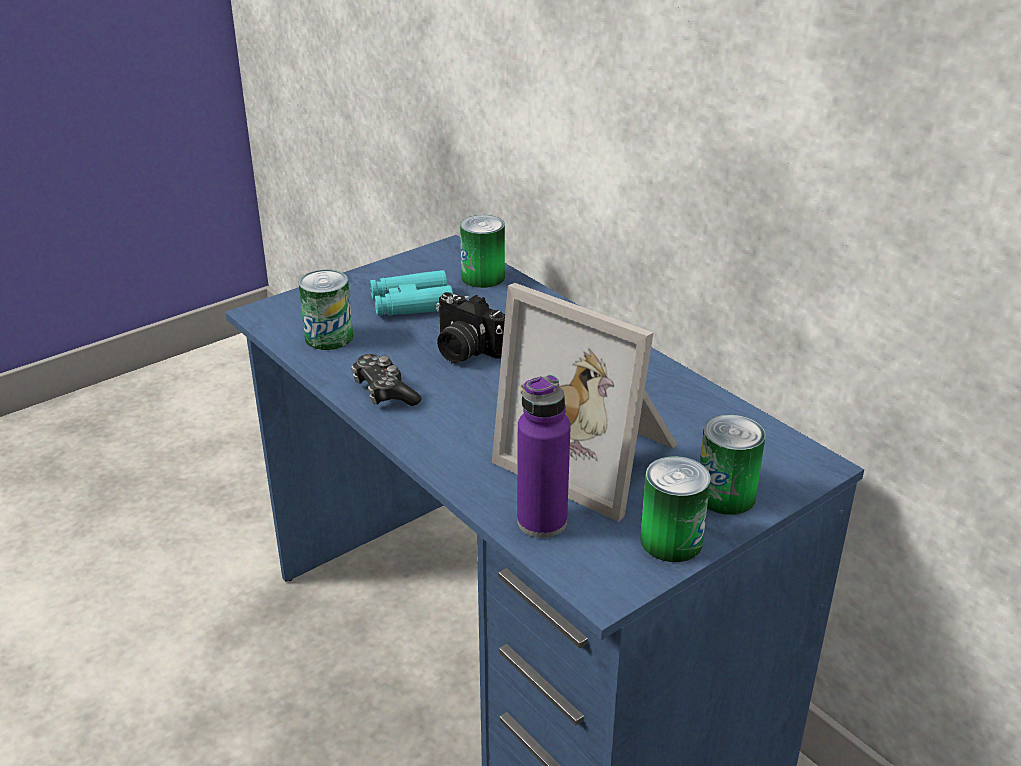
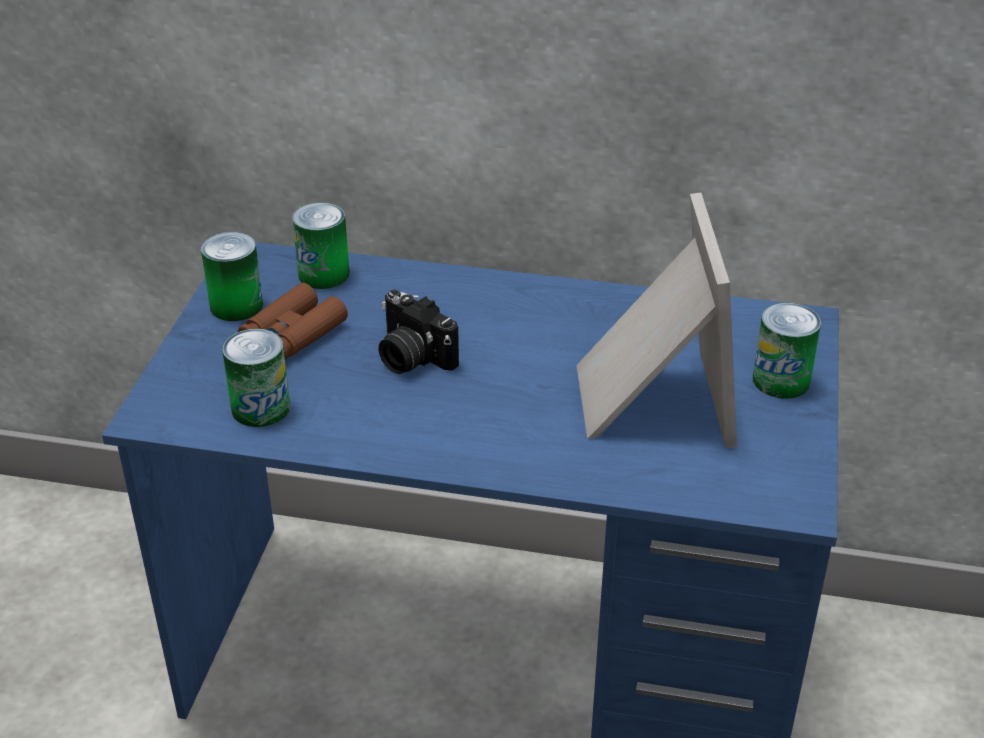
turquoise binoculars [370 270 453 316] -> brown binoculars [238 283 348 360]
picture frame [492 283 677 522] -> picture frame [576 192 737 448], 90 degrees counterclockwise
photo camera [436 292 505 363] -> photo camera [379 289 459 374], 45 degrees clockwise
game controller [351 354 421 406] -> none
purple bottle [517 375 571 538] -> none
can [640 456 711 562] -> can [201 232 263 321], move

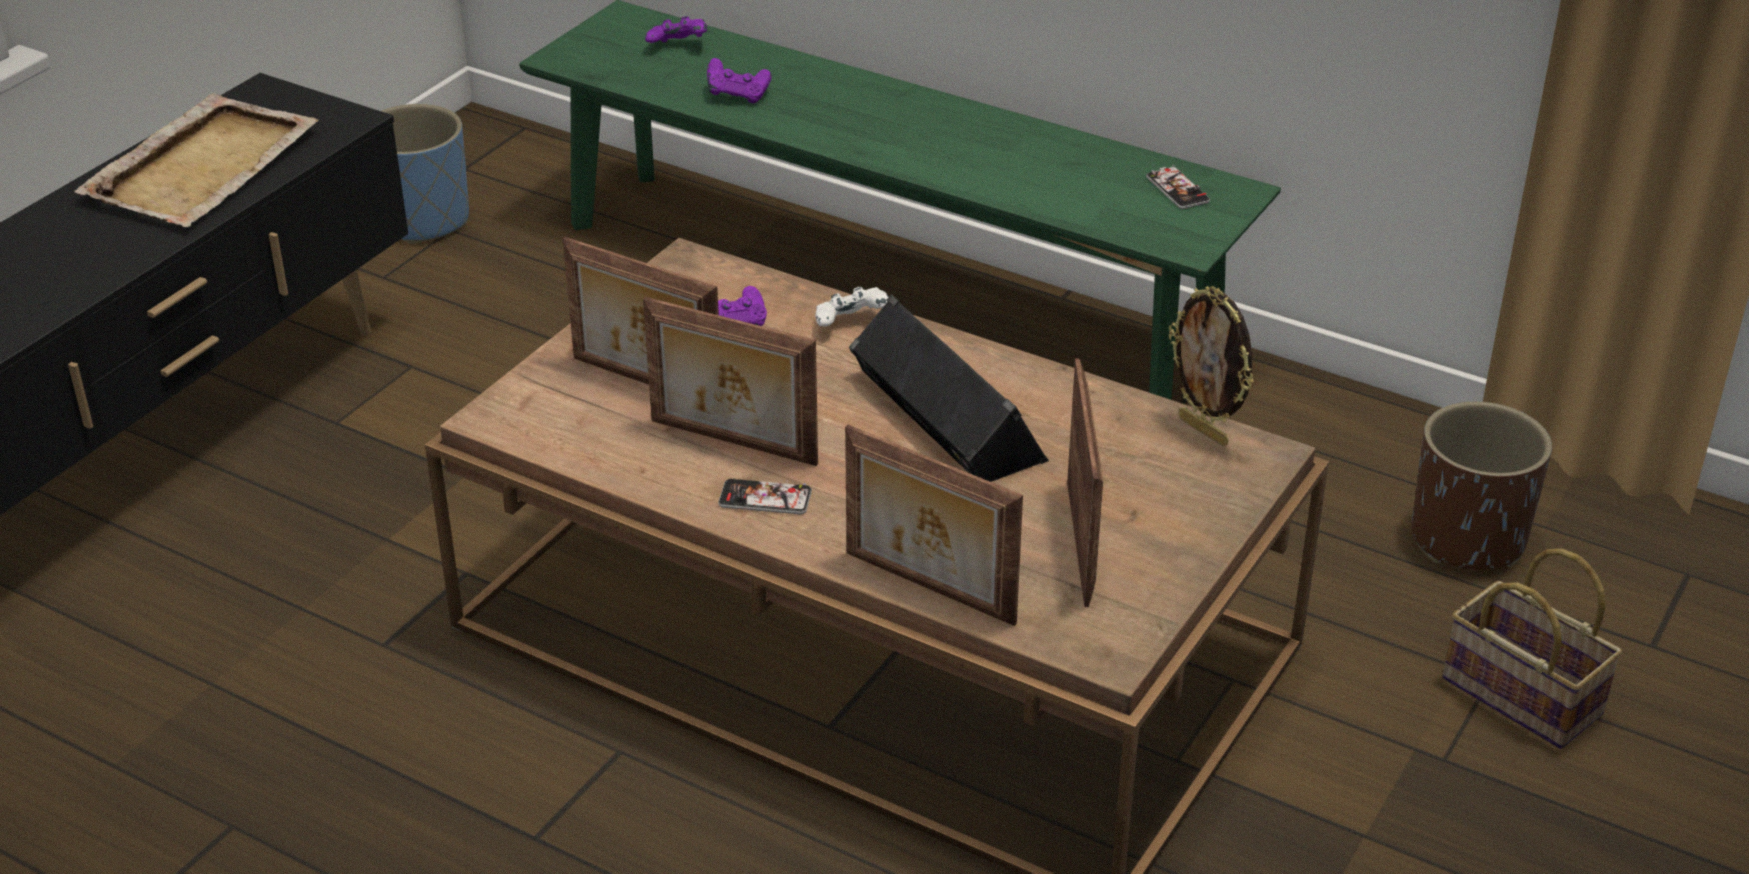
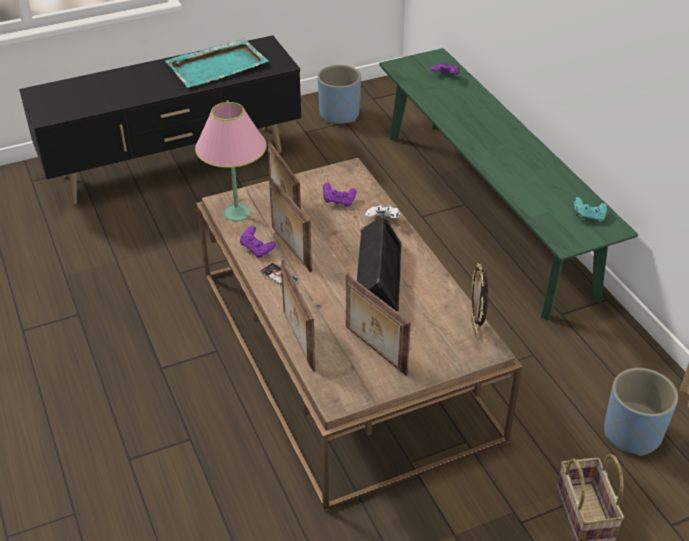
purple game controller [707 58 772 103] -> purple game controller [240 226 276 258], move
beige tray [74 93 318 227] -> turquoise tray [166 38 269 88]
phone [1146 165 1210 209] -> turquoise game controller [574 197 607 222]
picture frame [1067 359 1103 607] -> picture frame [346 274 411 376], 105 degrees clockwise
brown planter [1412 401 1552 570] -> blue planter [604 368 678 456]
none -> pink table lamp [195 102 267 221]

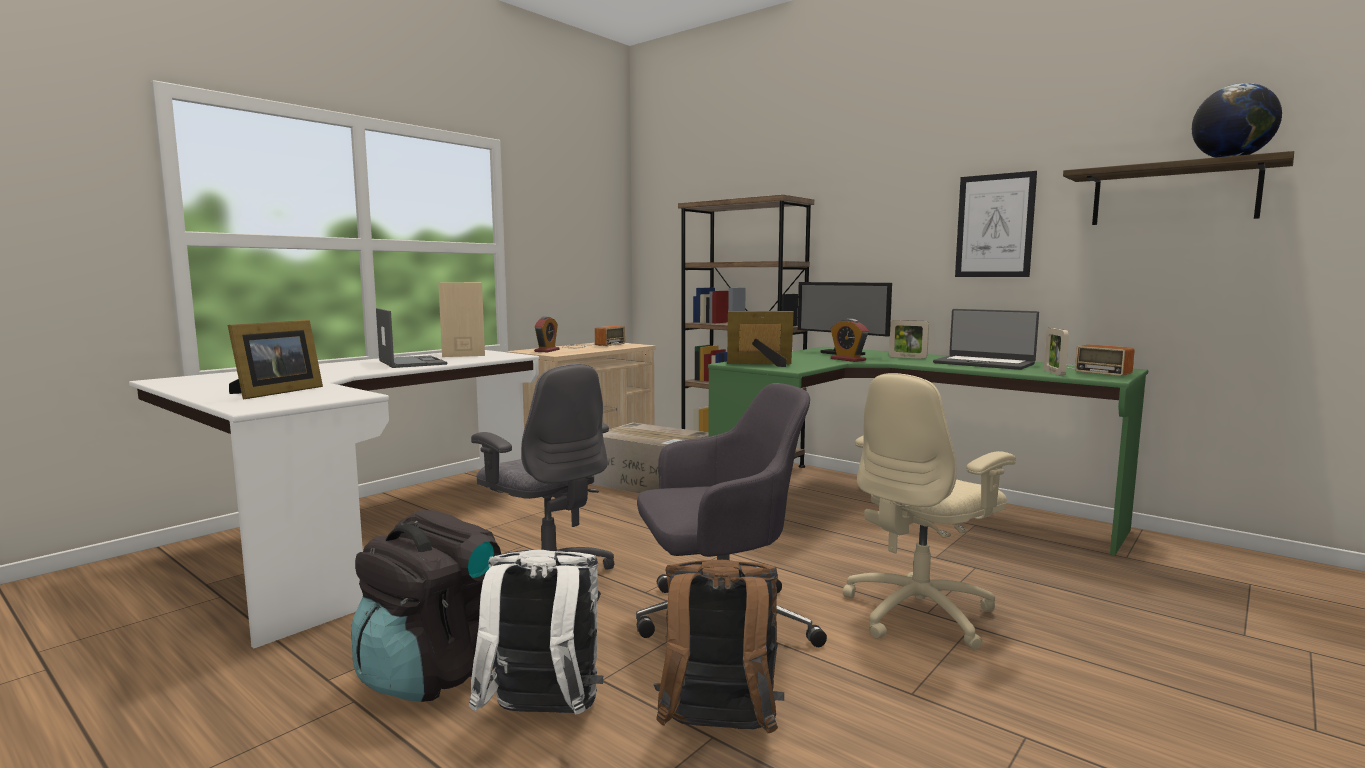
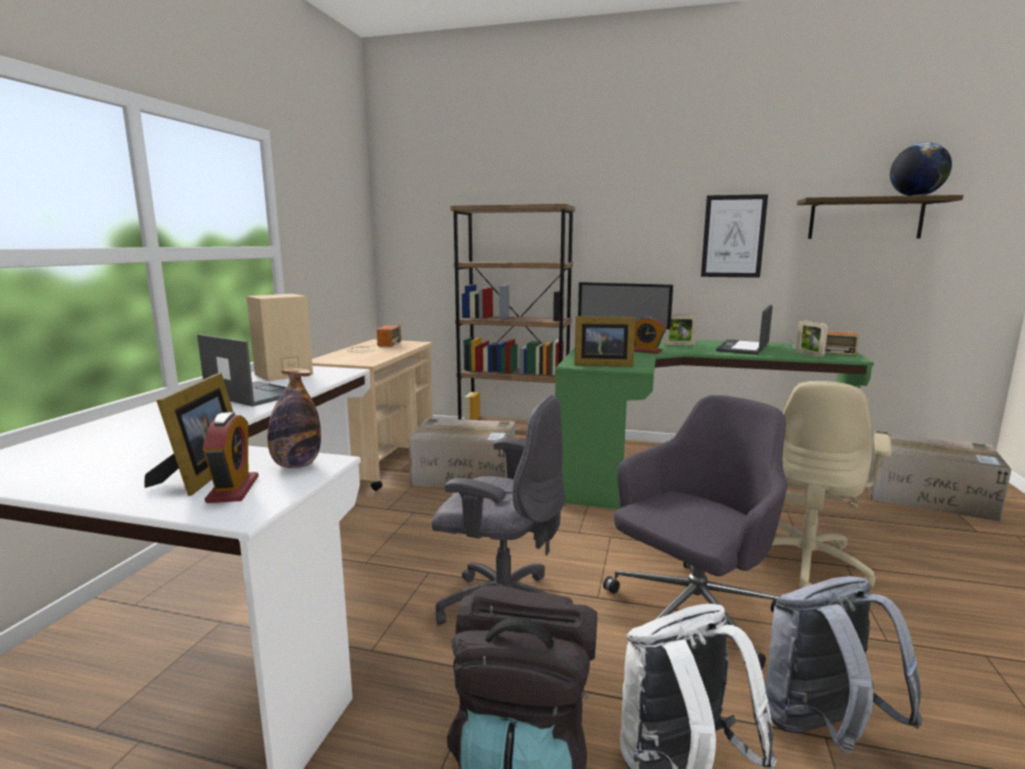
laptop [933 309 1039 370] -> laptop [716 305 773 355], 105 degrees clockwise
picture frame [727 311 794 367] -> picture frame [574 316 635 367], 150 degrees counterclockwise
alarm clock [534 316 559 352] -> alarm clock [202 412 259 503], move
brown backpack [653 560 784 733] -> grey backpack [765 576 923 754]
none -> bottle [267 368 321 468]
none -> cardboard box [867 430 1012 522]

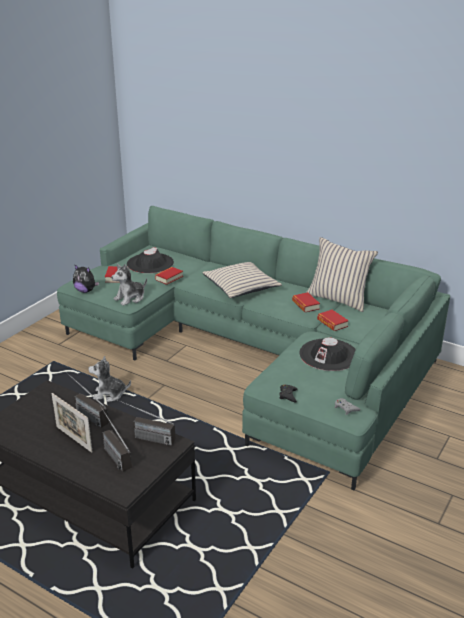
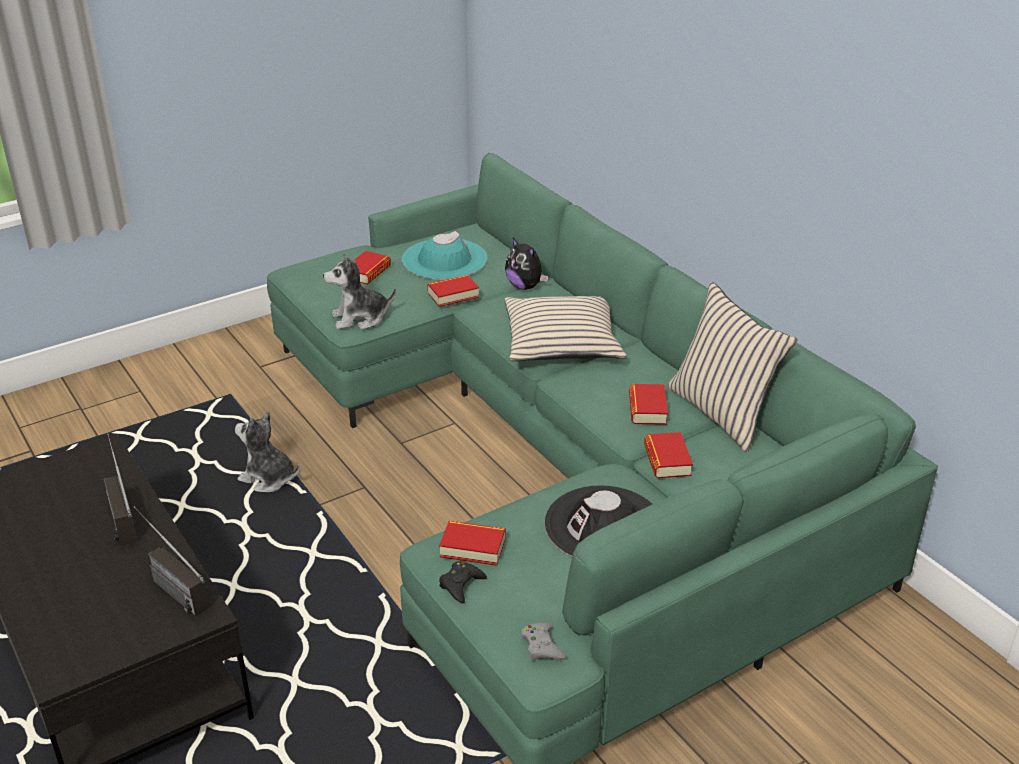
black hat [127 247 174 273] -> turquoise hat [402 231 488 280]
plush toy [73 264 99 293] -> plush toy [505 238 548 290], move
picture frame [51 393 92 453] -> none
radio [101 407 132 472] -> none
none -> book [439 521 506 566]

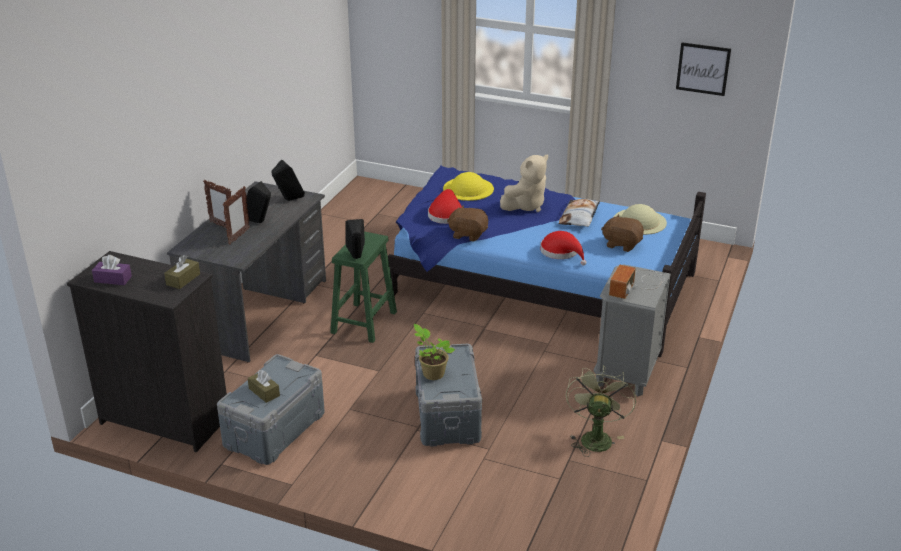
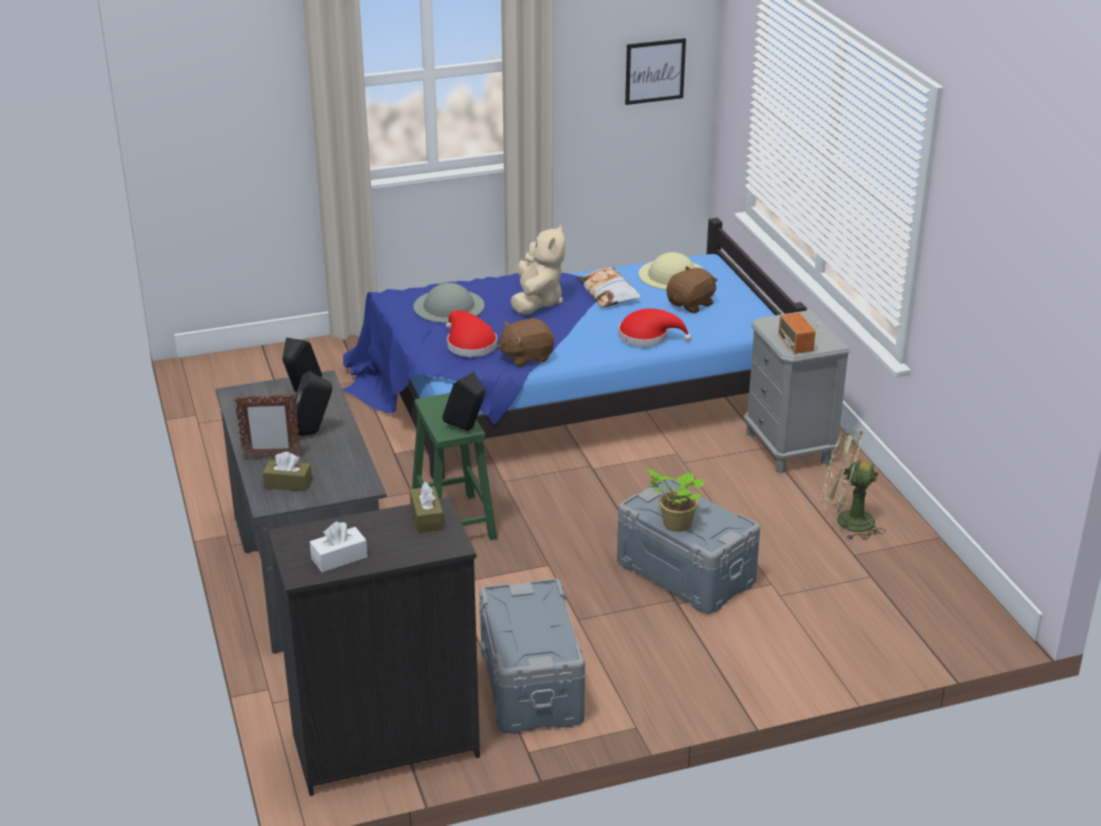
yellow hat [443 172 494 201] -> grey hat [413 283 485 323]
picture frame [223 186 250 245] -> none
brown plush toy [601 214 644 252] -> brown plush toy [667 266 718 313], 150 degrees clockwise
purple tissue box [92 255 132 285] -> white tissue box [310 521 368 572]
green fan [566 366 636 457] -> green fan [821 426 886 540], 45 degrees counterclockwise
brown tissue box [248 370 280 403] -> brown tissue box [263 452 312 492], move

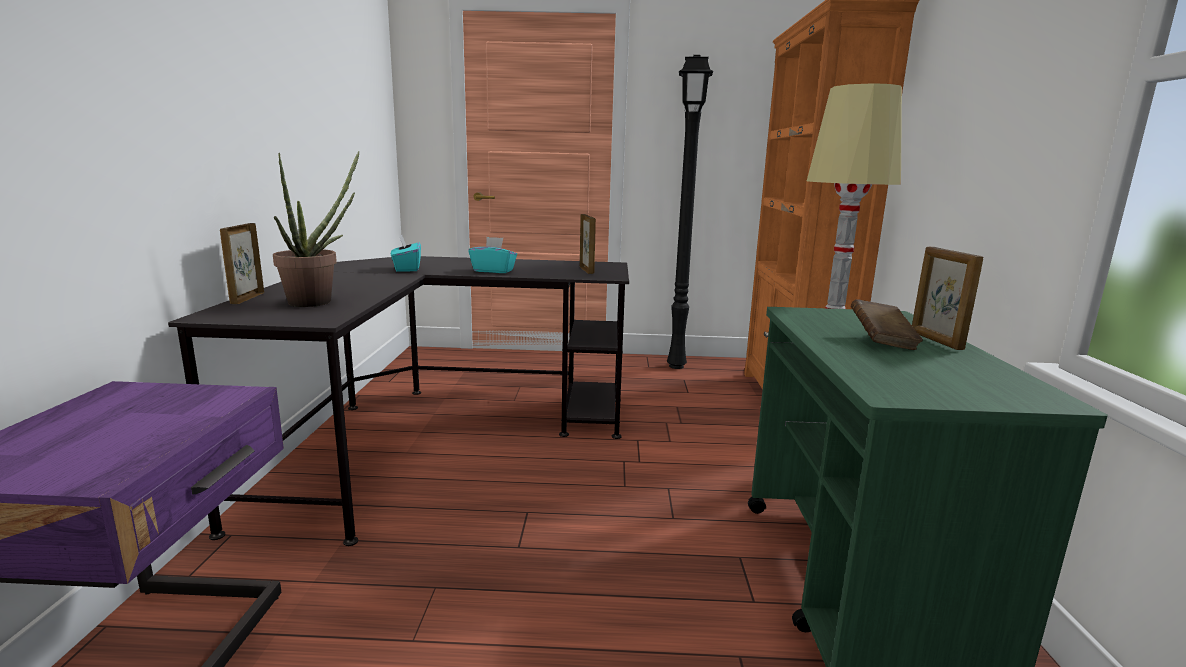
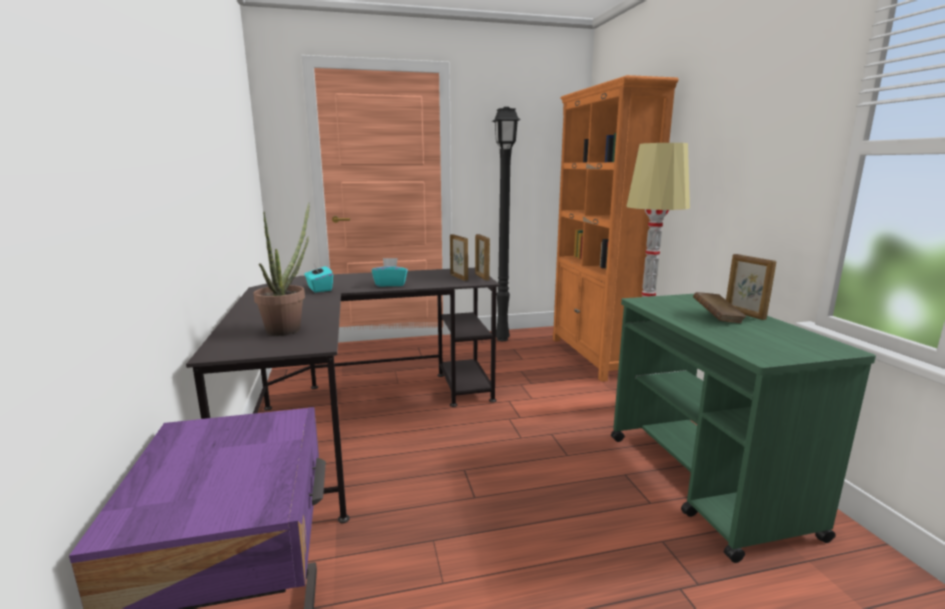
picture frame [220 223 264 304] -> picture frame [475 234 490 281], move

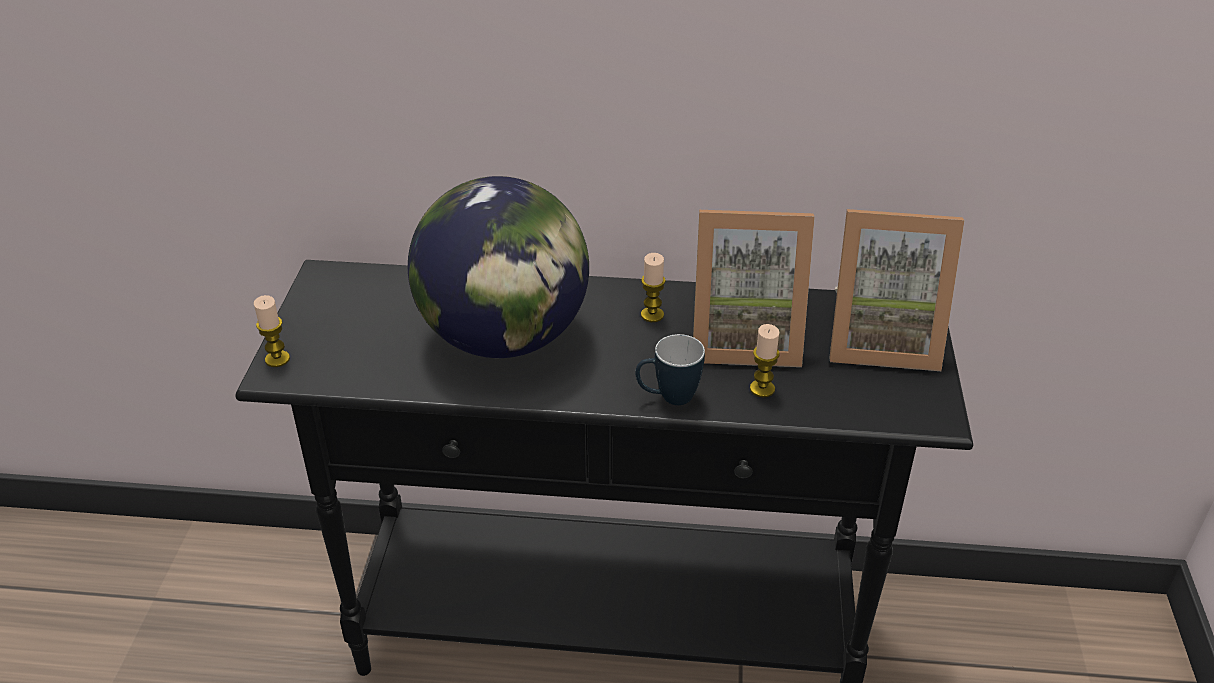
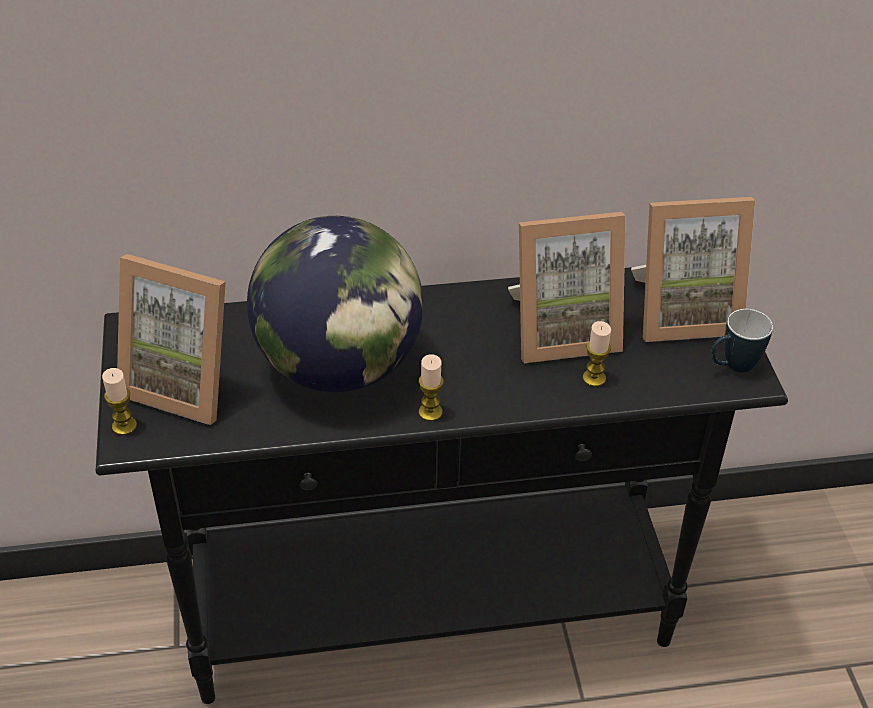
candle [641 253 666 322] -> candle [419 354 444 421], move
mug [635 334 705 405] -> mug [711 309 773 373], move
none -> picture frame [117 254 226 425]

